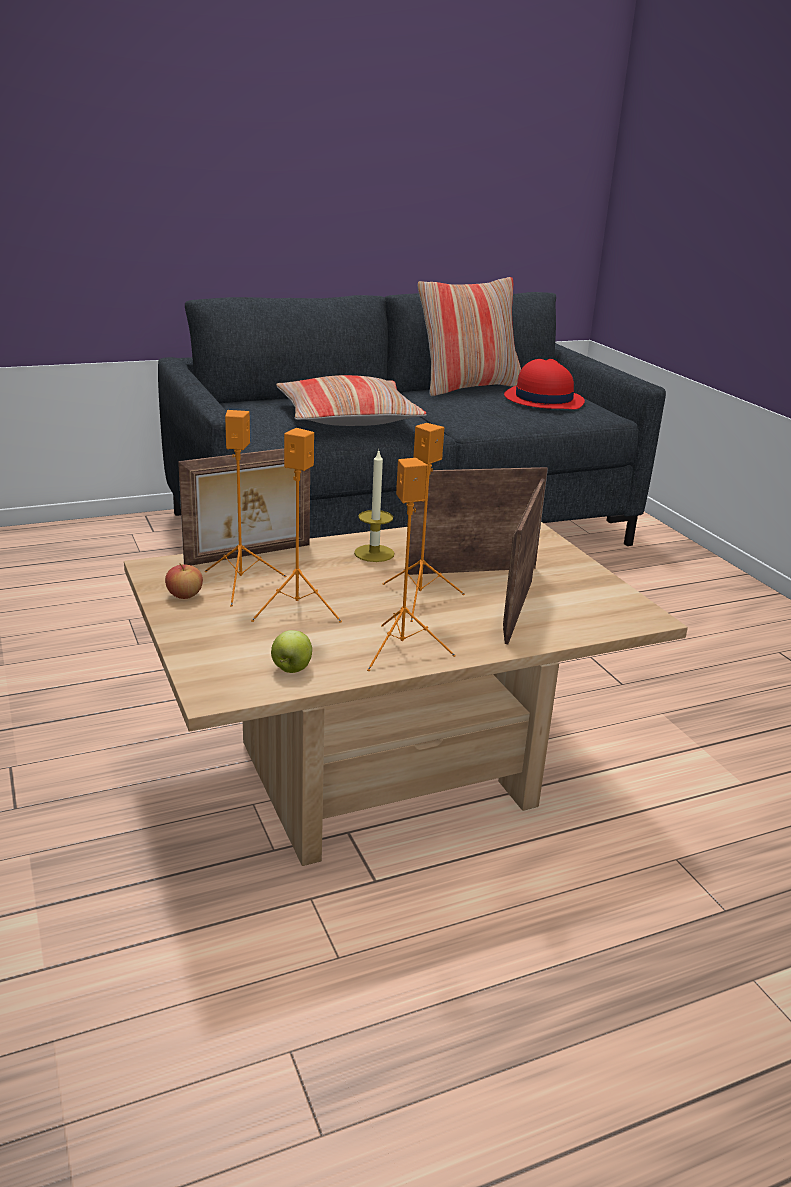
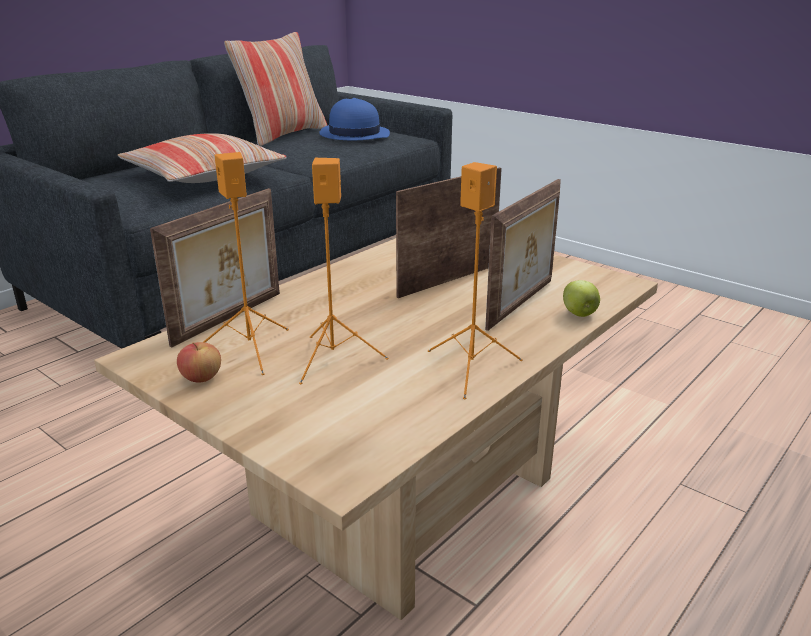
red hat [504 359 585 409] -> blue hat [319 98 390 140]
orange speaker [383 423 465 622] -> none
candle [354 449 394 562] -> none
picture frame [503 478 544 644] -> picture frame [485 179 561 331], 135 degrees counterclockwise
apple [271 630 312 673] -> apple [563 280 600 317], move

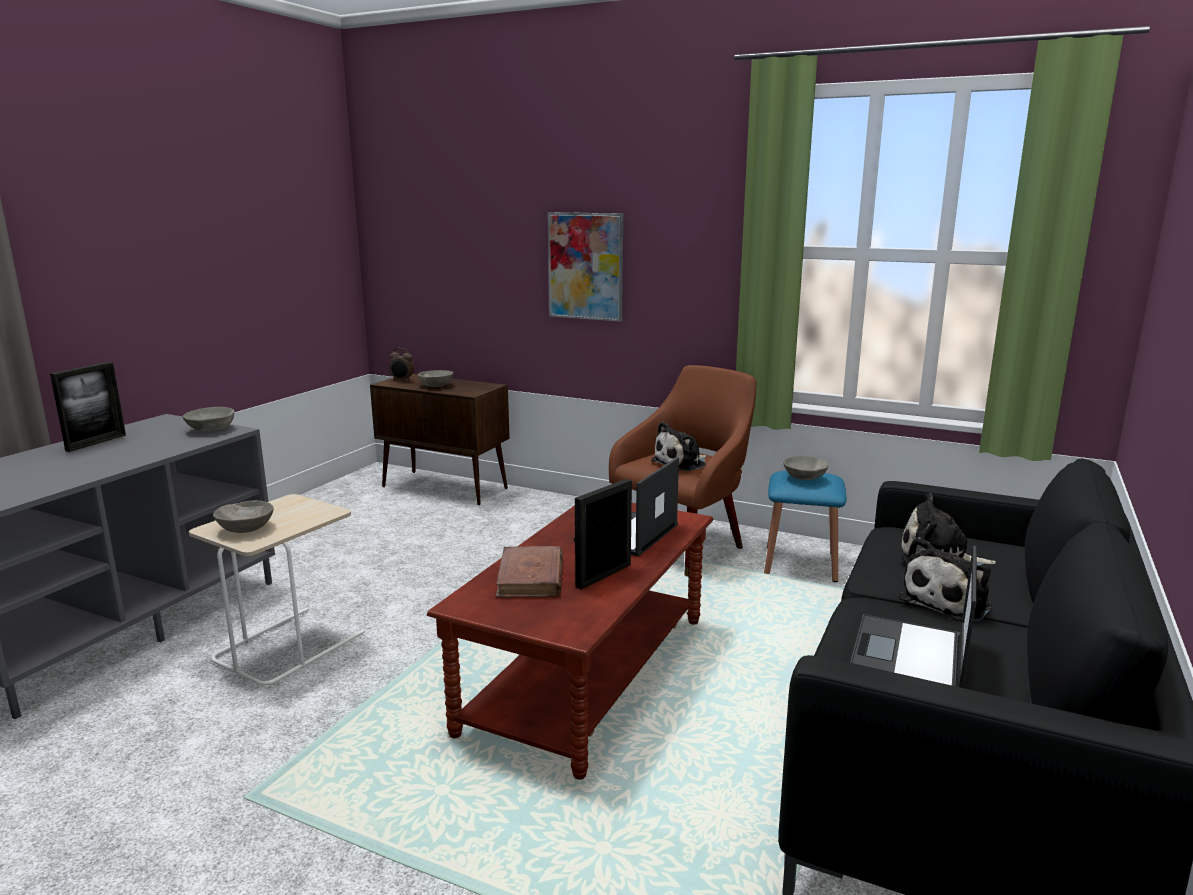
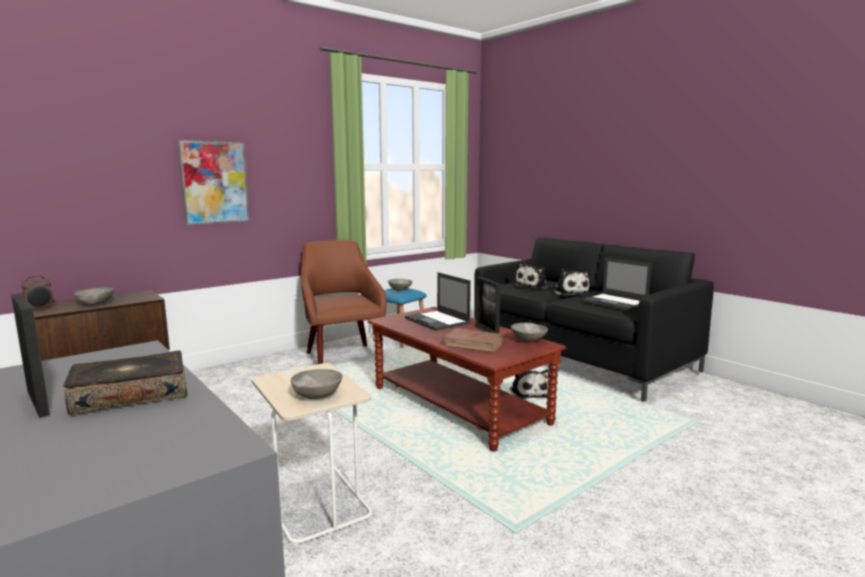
grey bowl [183 407 235 432] -> grey bowl [511 323 548 342], move
plush toy [651 422 707 471] -> plush toy [510 369 549 399], move
none -> book [63 351 188 415]

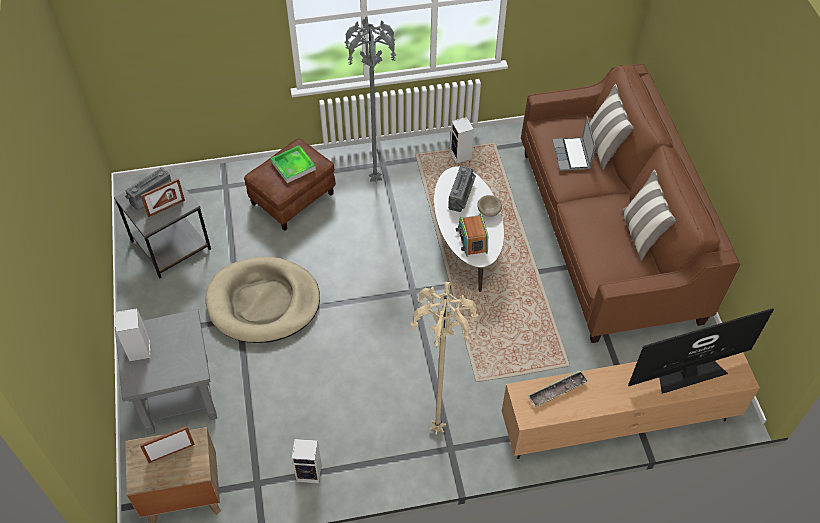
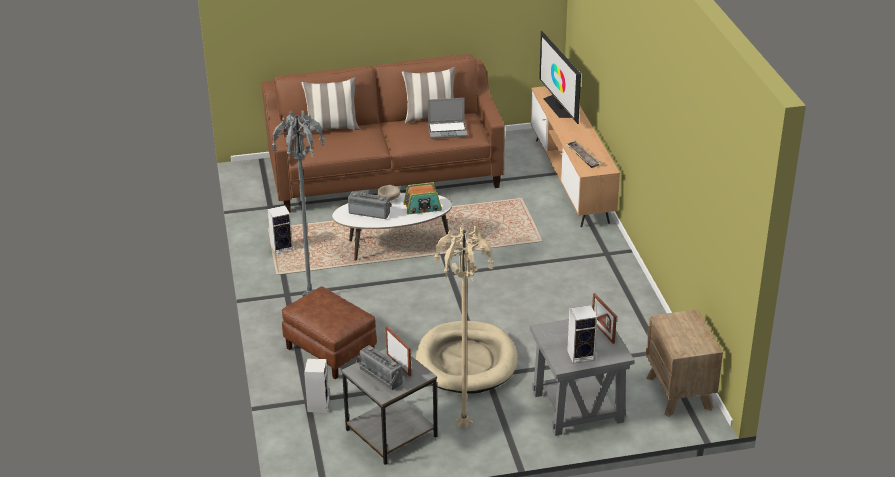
laptop [552 116 596 171] -> laptop [428 98 467 139], move
tray [271 145 316 183] -> none
beige floor lamp [410 282 478 435] -> beige floor lamp [434 223 494 428], move
picture frame [140 426 195 463] -> picture frame [592 293 617 344], move
speaker [292 439 322 483] -> speaker [304 359 330 413], move

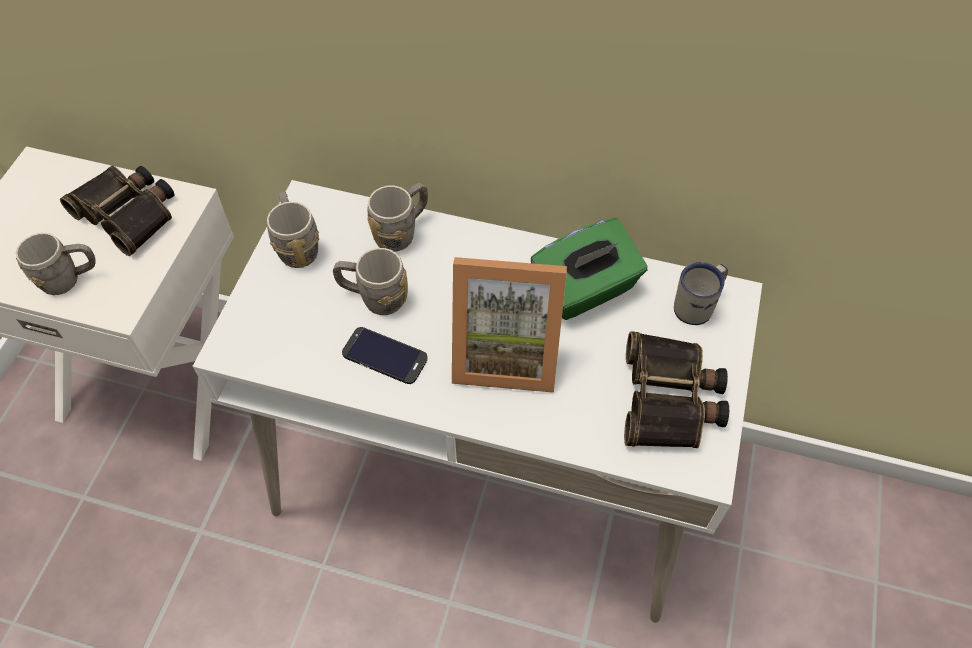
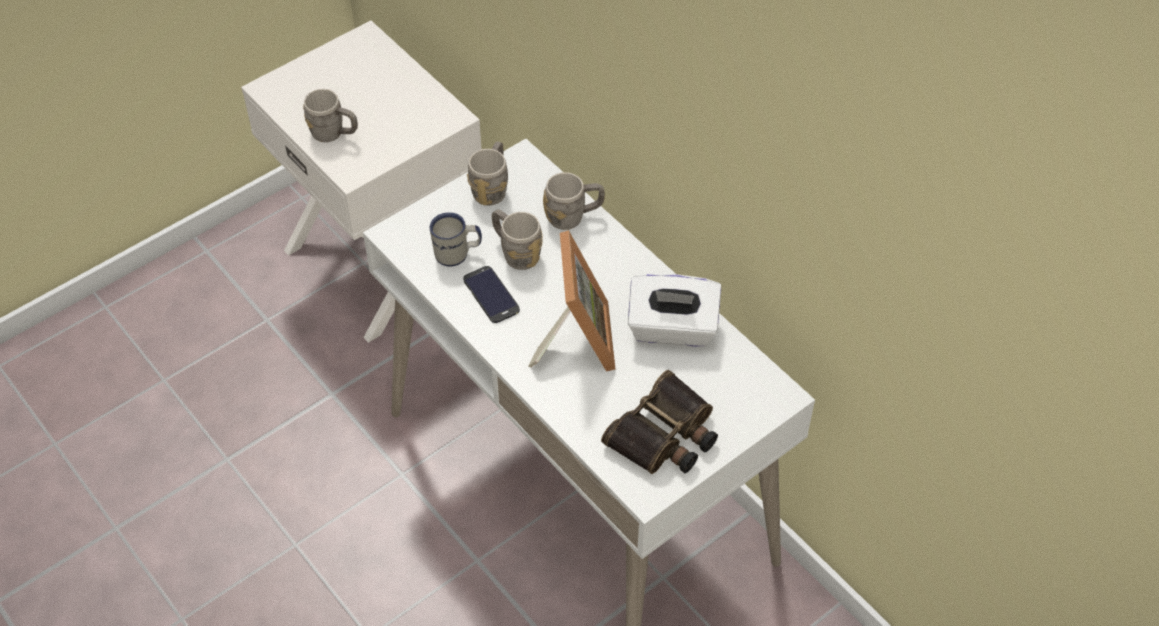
binoculars [60 165 175 256] -> none
green tissue box [531 218 648 320] -> white tissue box [628 274 721 347]
picture frame [452 257 567 393] -> picture frame [528 230 615 372], 135 degrees counterclockwise
white mug [674 262 728 325] -> white mug [430 212 482 266], move

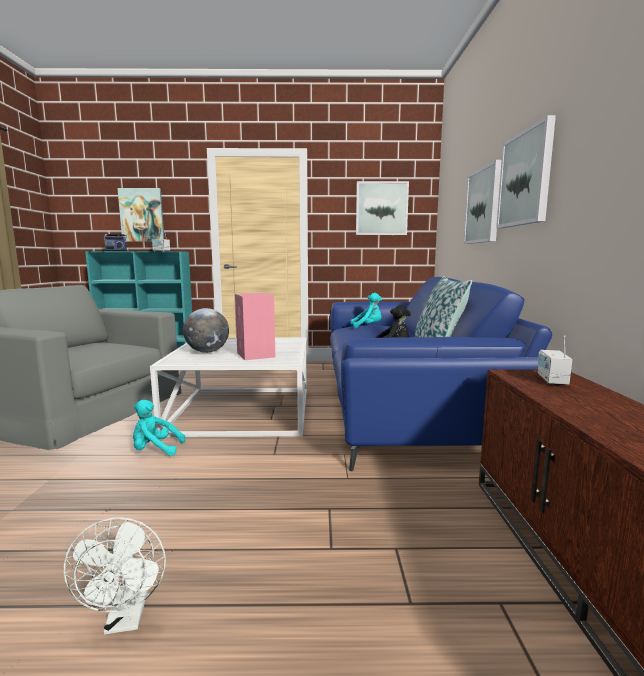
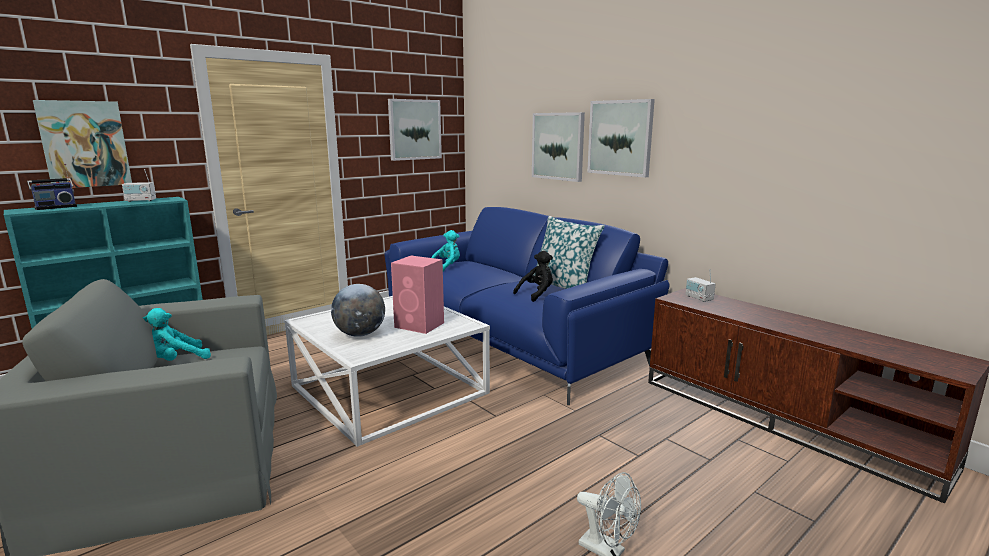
turquoise plush toy [133 400 185 456] -> turquoise plush toy [143 308 211 361], move

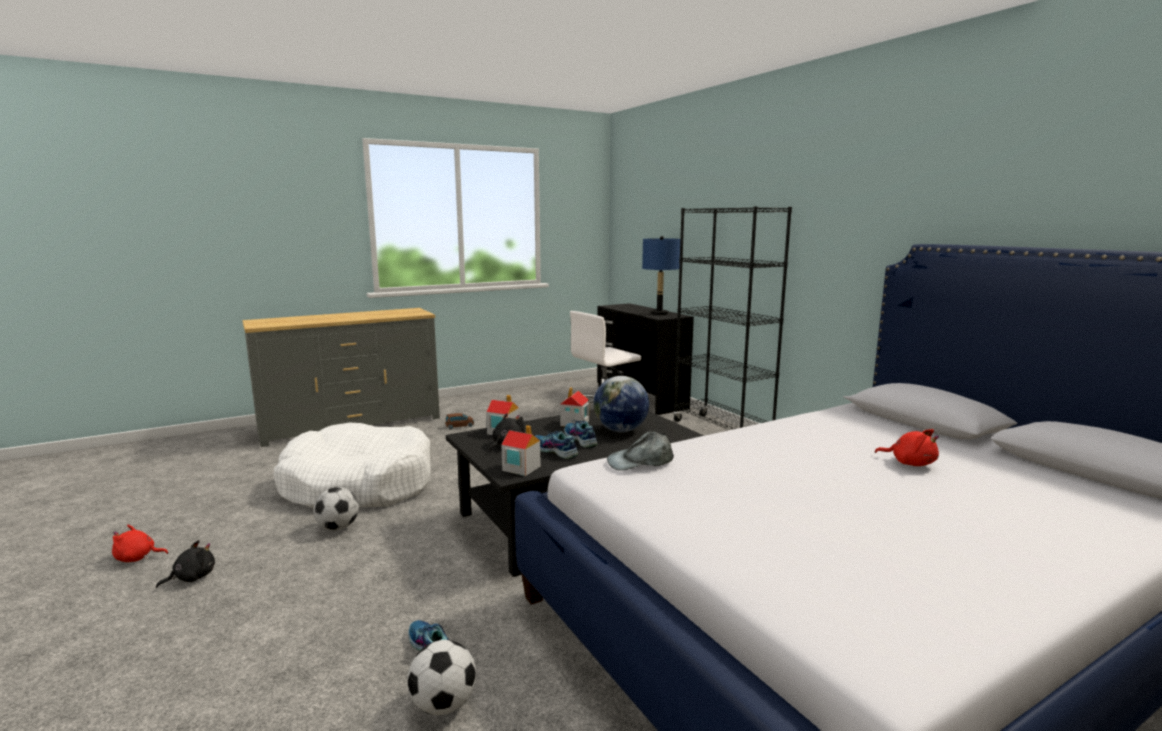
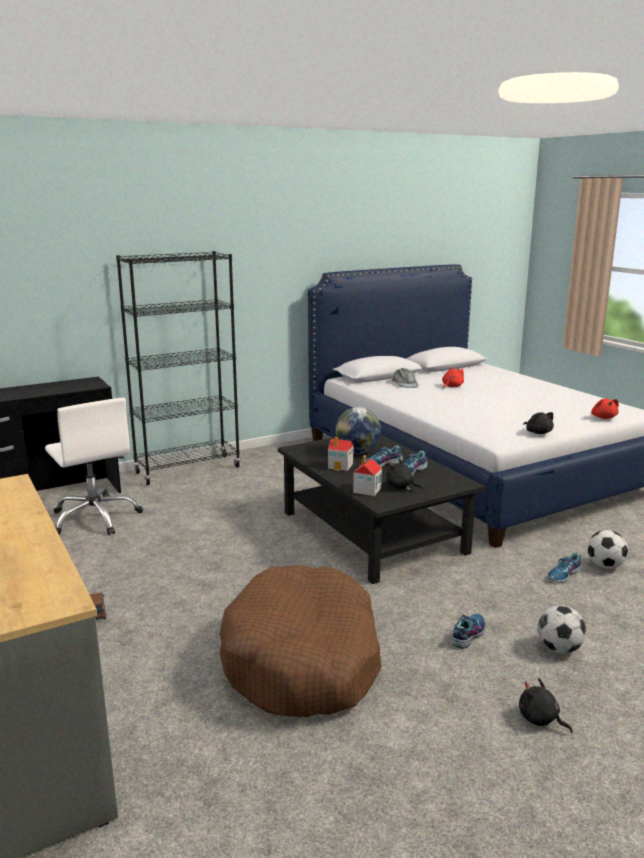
blue table lamp [642 236 680 315] -> none
white dog bed [273 423 431 508] -> brown dog bed [220 565 382 717]
toy house [501 425 541 476] -> none
grey cap [607 431 674 471] -> grey cap [392 368 418 388], move
football [313 487 359 531] -> football [538 605 586 653], move
red plush toy [112 525 168 562] -> red plush toy [591 398 619 419], move
none -> black plush toy [523 412 554 434]
none -> shoe [451 611 485 649]

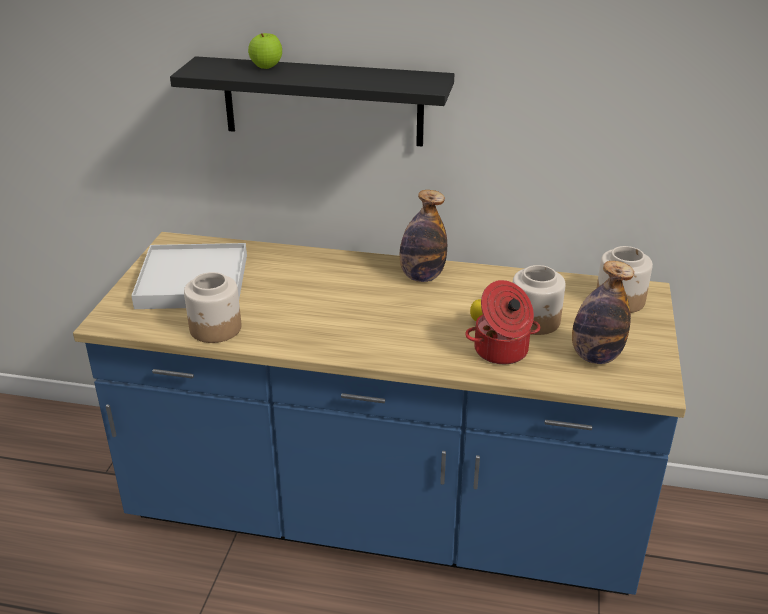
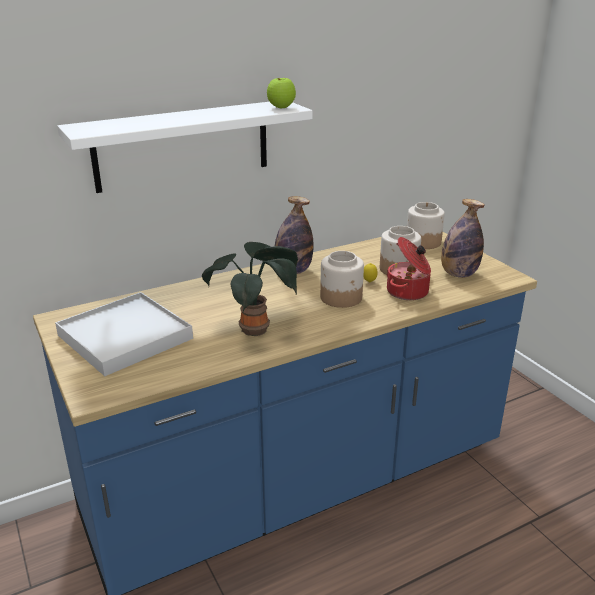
apple [248 33 282 69] -> apple [267 78 296 108], move
black shelf [170 56 454 147] -> white shelf [57 102 313 193]
jar [184 272 241 343] -> jar [320 251 364 308], move
none -> potted plant [202 242 298 336]

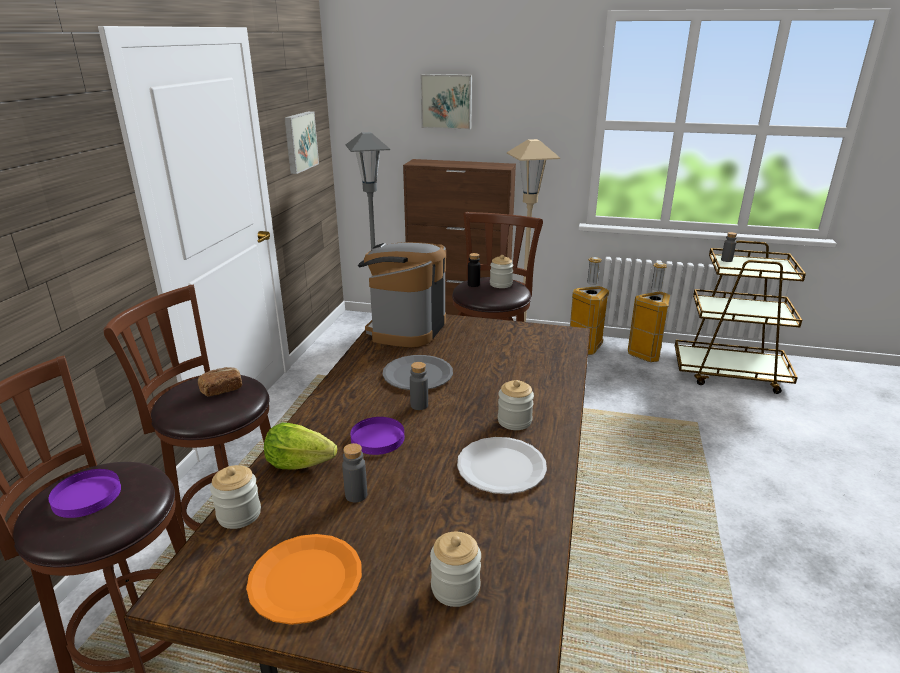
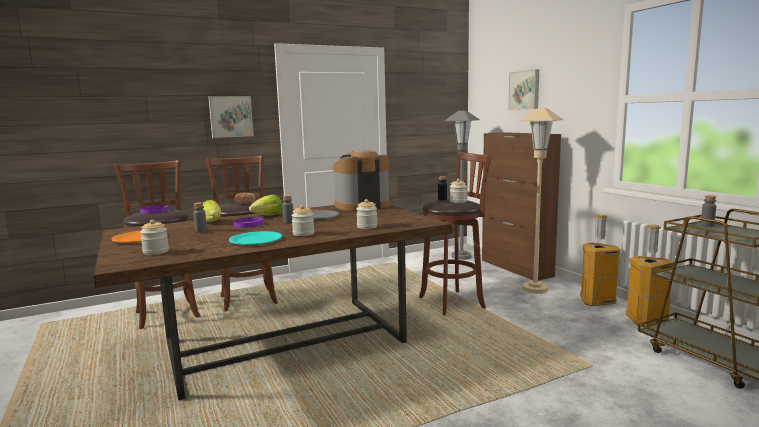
picture [284 111 319 174] -> picture [208 96 254 138], move
white plate [457 437 547 494] -> turquoise plate [229 231 283 245]
jar [210 465 261 529] -> jar [356 199 378 229], move
none -> lettuce [249 195 282 216]

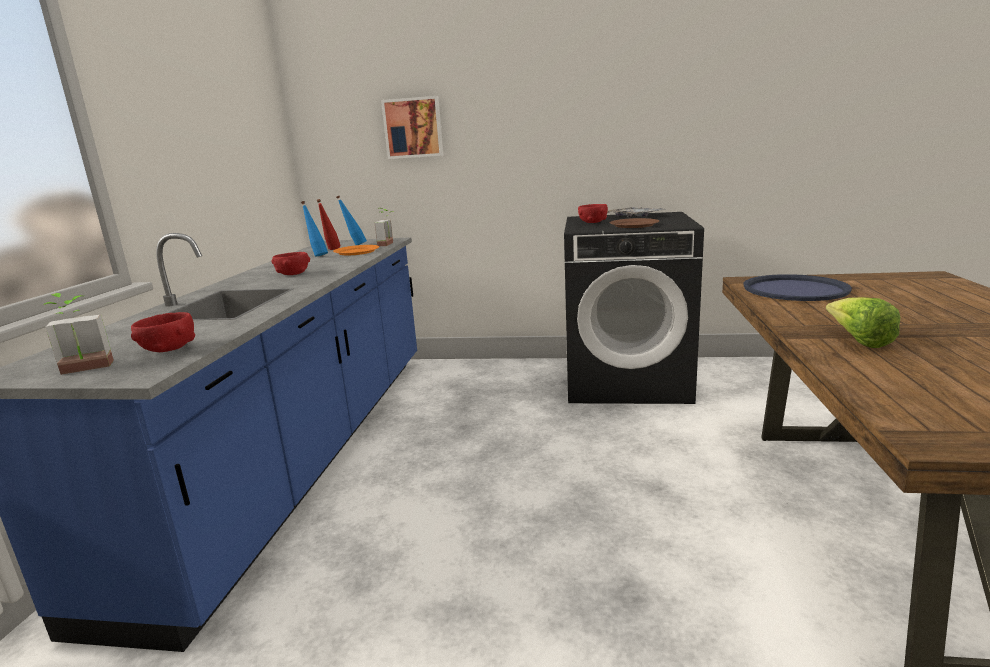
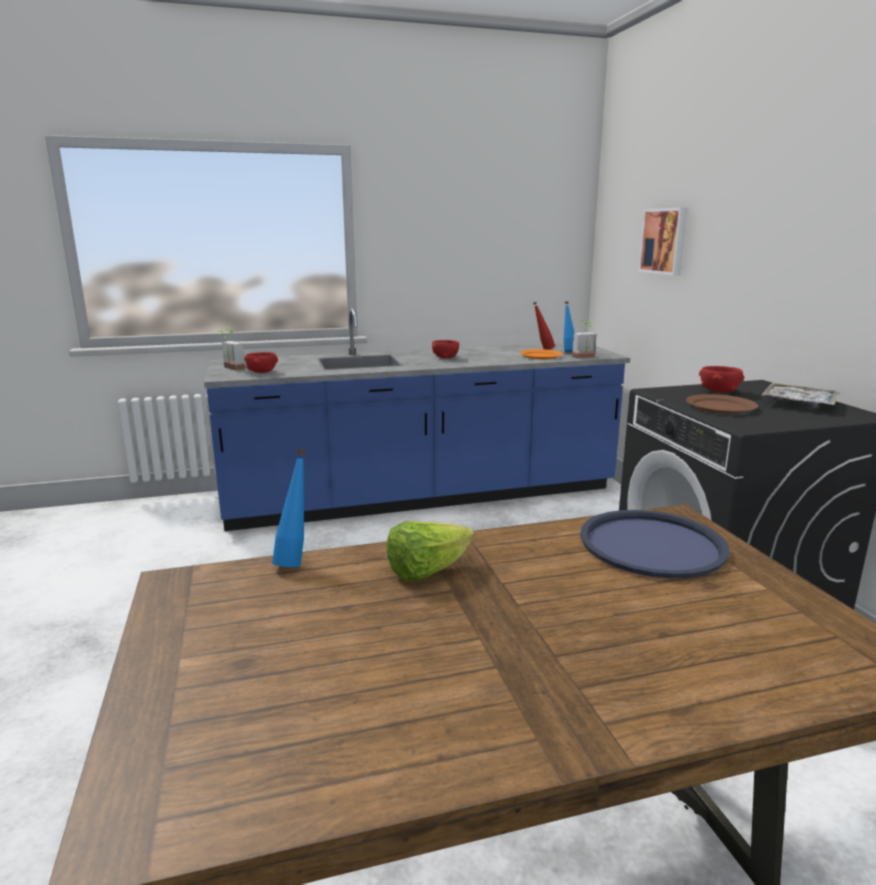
blue bottle [301 201 328 257] -> blue bottle [272 449 306 567], move

